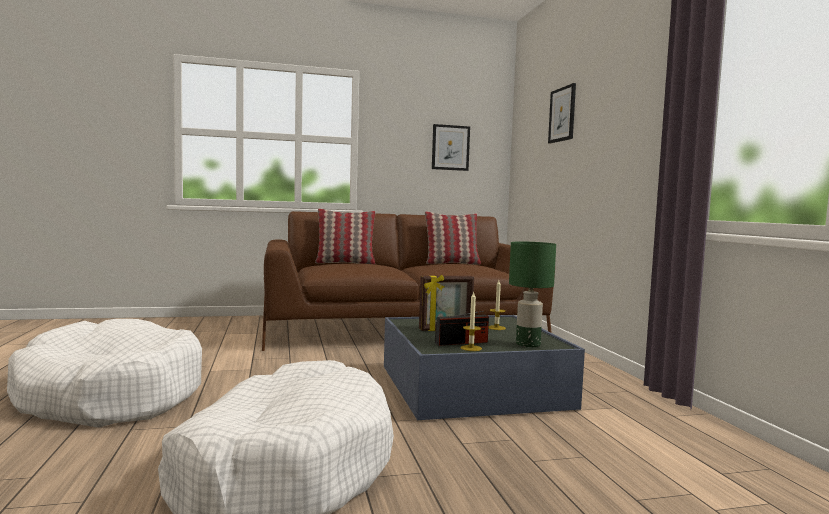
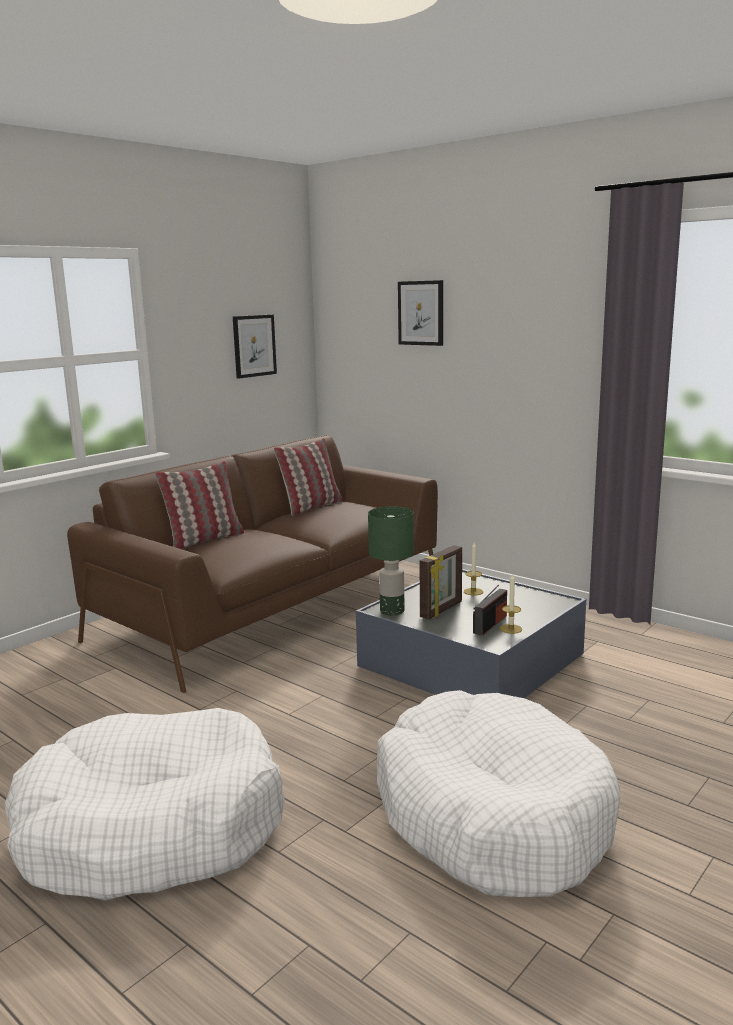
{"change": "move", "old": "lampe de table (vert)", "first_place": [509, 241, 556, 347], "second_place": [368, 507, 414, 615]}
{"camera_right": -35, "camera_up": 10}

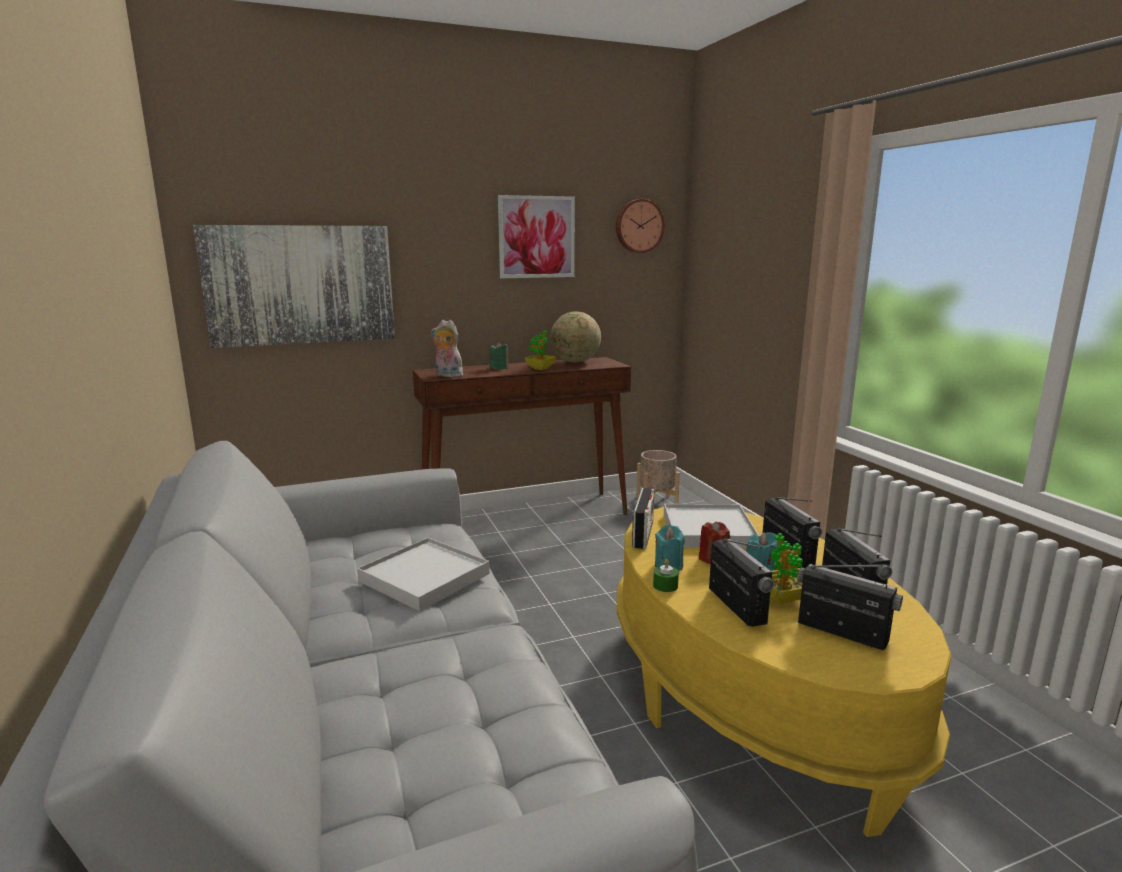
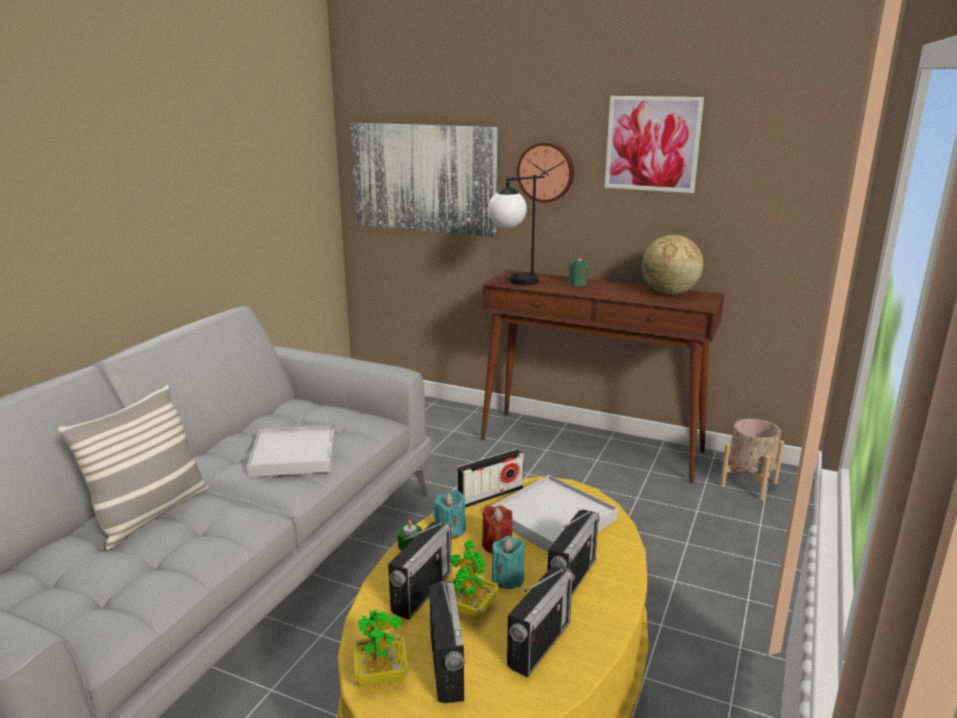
{"change": "move", "old": "horloge murale", "first_place": [616, 199, 665, 253], "second_place": [517, 142, 574, 203]}
{"change": "replace", "old": "peluche", "new": "lampe de table", "first_place": [431, 320, 463, 377], "second_place": [488, 175, 545, 285]}
{"change": "move", "old": "plante en pot", "first_place": [525, 330, 556, 370], "second_place": [353, 610, 409, 687]}
{"change": "insert", "new": "coussin", "second_place": [58, 385, 209, 550]}
{"camera_right": 45, "camera_up": 5}

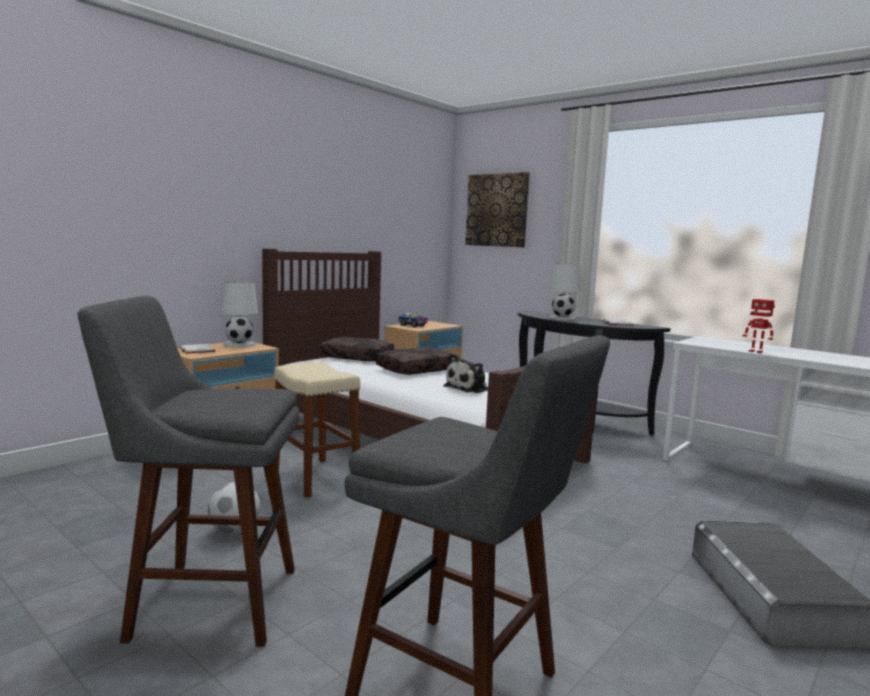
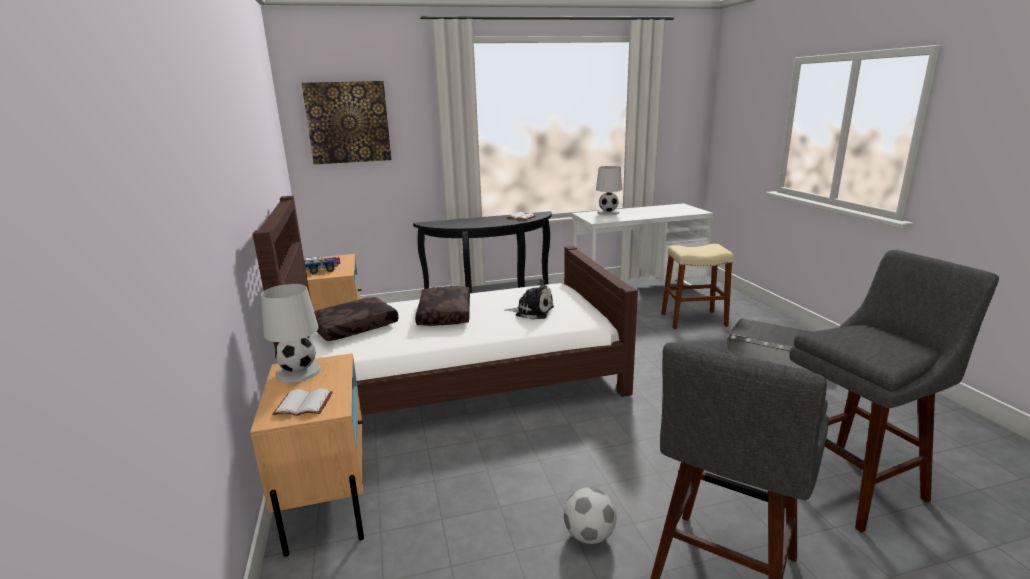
{"change": "move", "old": "lampe de table (blanc)", "first_place": [549, 264, 581, 320], "second_place": [596, 166, 622, 215]}
{"change": "delete", "old": "robot jouet", "first_place": [743, 299, 775, 353]}
{"change": "rotate", "old": "peluche", "first_place": [443, 353, 488, 393], "second_place": [504, 281, 554, 320], "degrees": -60}
{"change": "move", "old": "tabouret (beige)", "first_place": [274, 362, 360, 498], "second_place": [661, 244, 734, 329]}
{"camera_right": -55, "camera_up": 10}

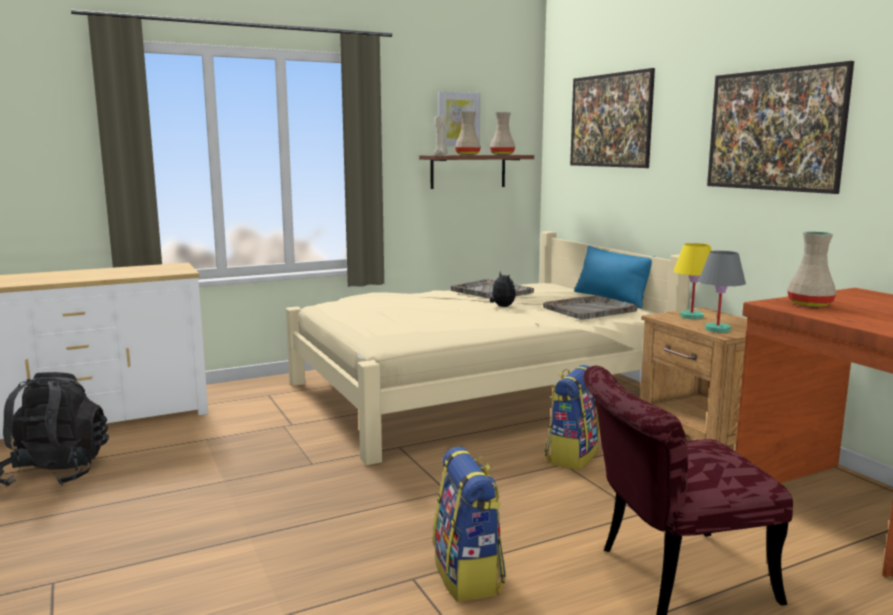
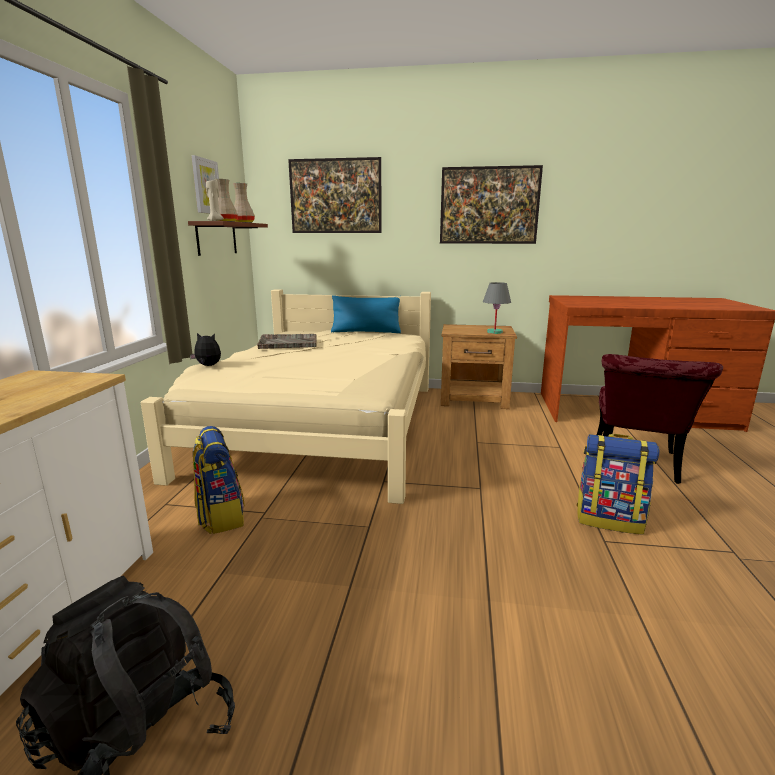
{"change": "delete", "old": "vase (beige)", "first_place": [787, 232, 836, 307]}
{"change": "delete", "old": "lampe de table (jaune)", "first_place": [673, 243, 712, 319]}
{"change": "move", "old": "peluche", "first_place": [490, 271, 516, 307], "second_place": [190, 333, 221, 366]}
{"change": "delete", "old": "plateau (gris)", "first_place": [543, 295, 638, 320]}
{"change": "move", "old": "sac à dos", "first_place": [545, 365, 600, 470], "second_place": [193, 426, 245, 534]}
{"camera_right": -55, "camera_up": 5}

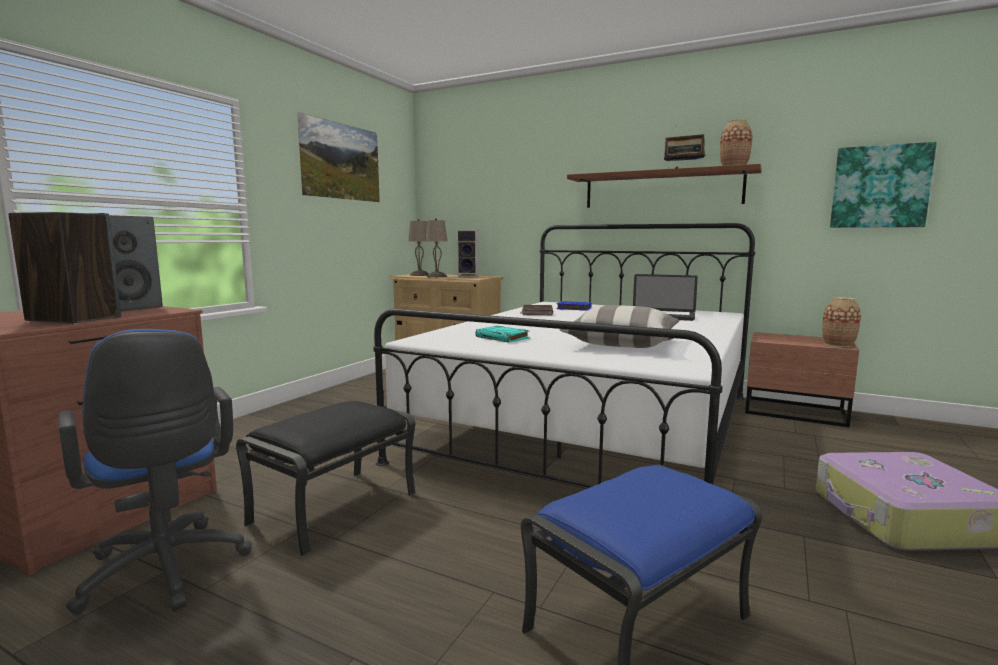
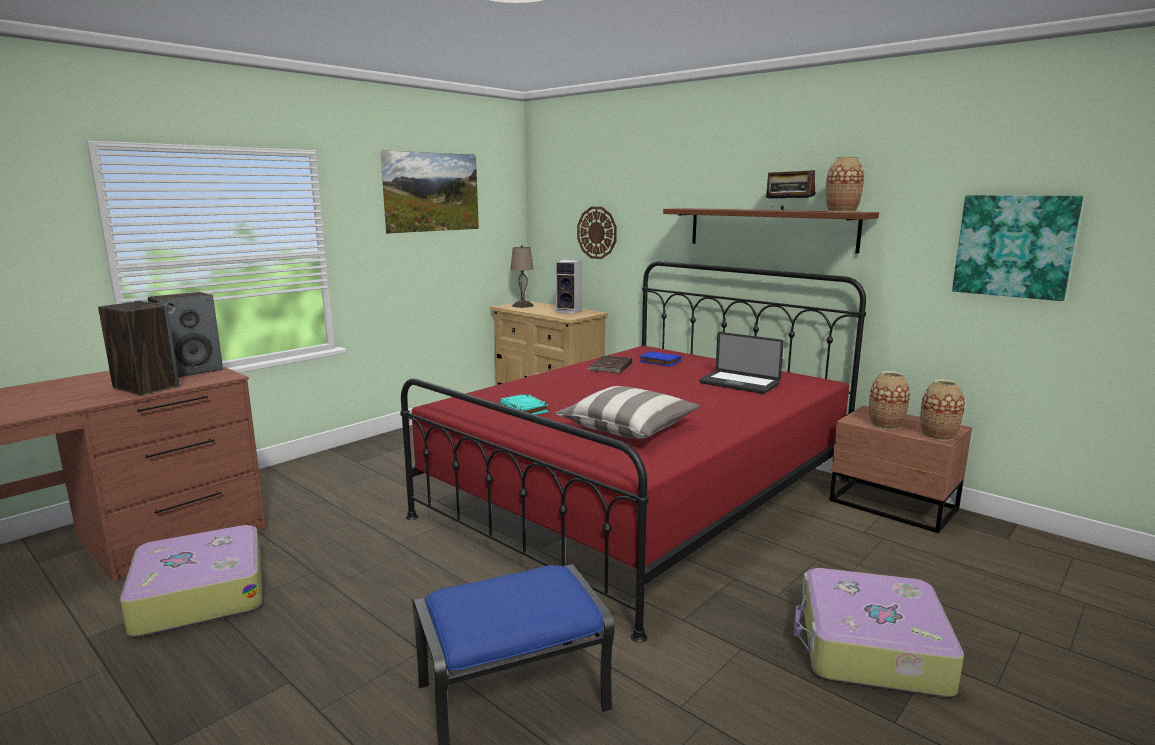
{"change": "delete", "old": "lampe de table (beige)", "first_place": [425, 218, 447, 278]}
{"change": "recolor", "old": "lit (blanc)", "new": "lit (rouge)", "first_place": [373, 223, 755, 488], "second_place": [400, 261, 866, 643]}
{"change": "replace", "old": "chaise de bureau (bleu)", "new": "valise", "first_place": [58, 329, 252, 614], "second_place": [120, 525, 262, 636]}
{"change": "delete", "old": "pouf (noir)", "first_place": [236, 401, 415, 556]}
{"change": "insert", "new": "horloge murale", "second_place": [577, 207, 617, 259]}
{"change": "insert", "new": "vase", "second_place": [869, 371, 910, 430]}
{"camera_right": 15, "camera_up": 5}

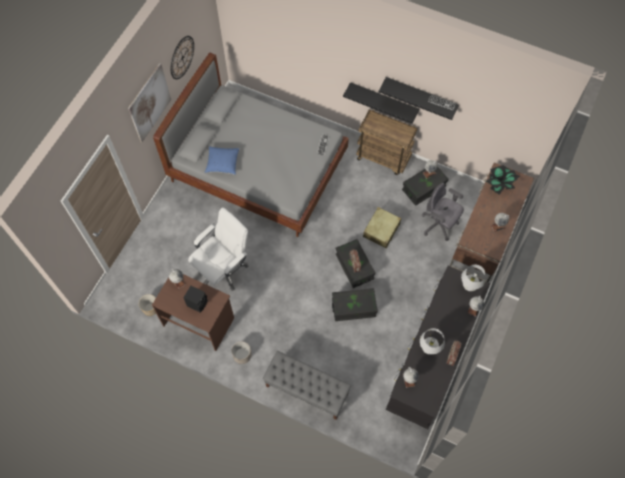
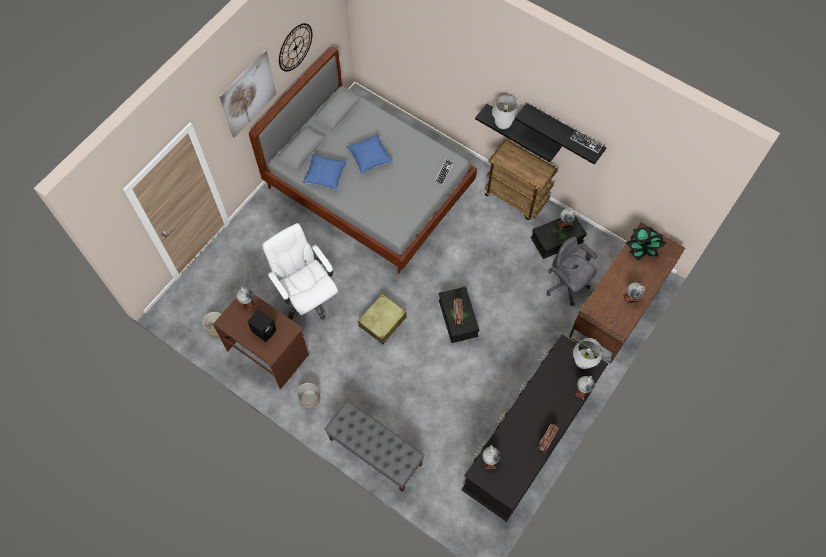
{"change": "rotate", "old": "chaise de bureau (blanc)", "first_place": [188, 207, 248, 291], "second_place": [262, 223, 338, 320], "degrees": -90}
{"change": "move", "old": "valise (beige)", "first_place": [363, 207, 401, 248], "second_place": [358, 294, 407, 345]}
{"change": "delete", "old": "boîte de rangement (noir)", "first_place": [332, 288, 378, 321]}
{"change": "move", "old": "lampe de table (blanc)", "first_place": [420, 328, 445, 355], "second_place": [492, 95, 518, 129]}
{"change": "insert", "new": "coussin (bleu)", "second_place": [346, 134, 393, 174]}
{"camera_right": 10, "camera_up": 0}

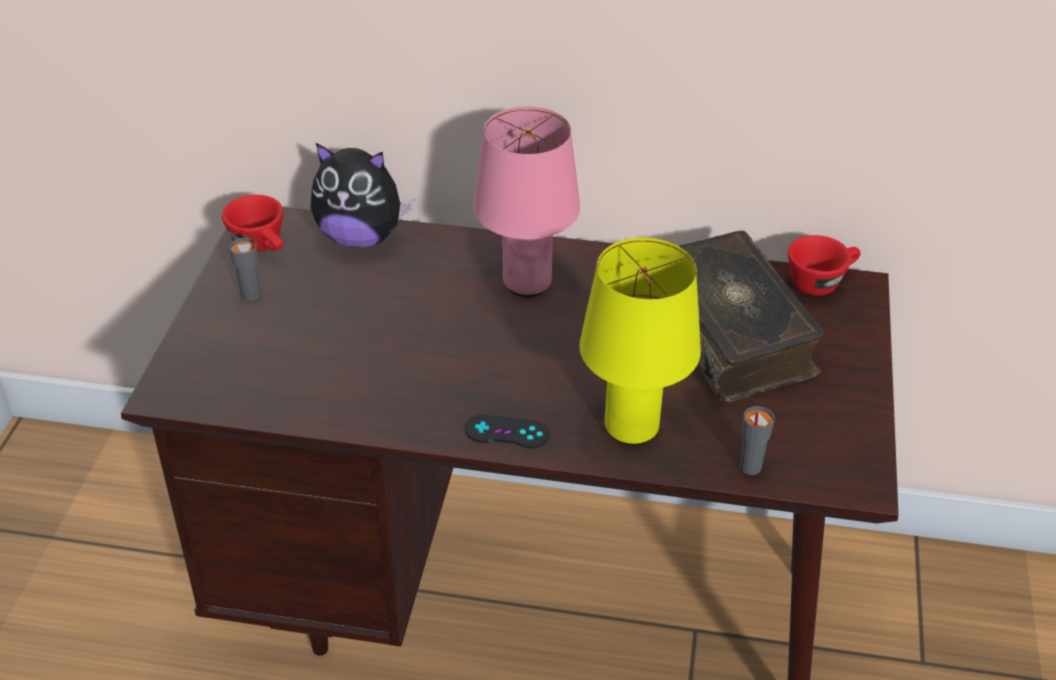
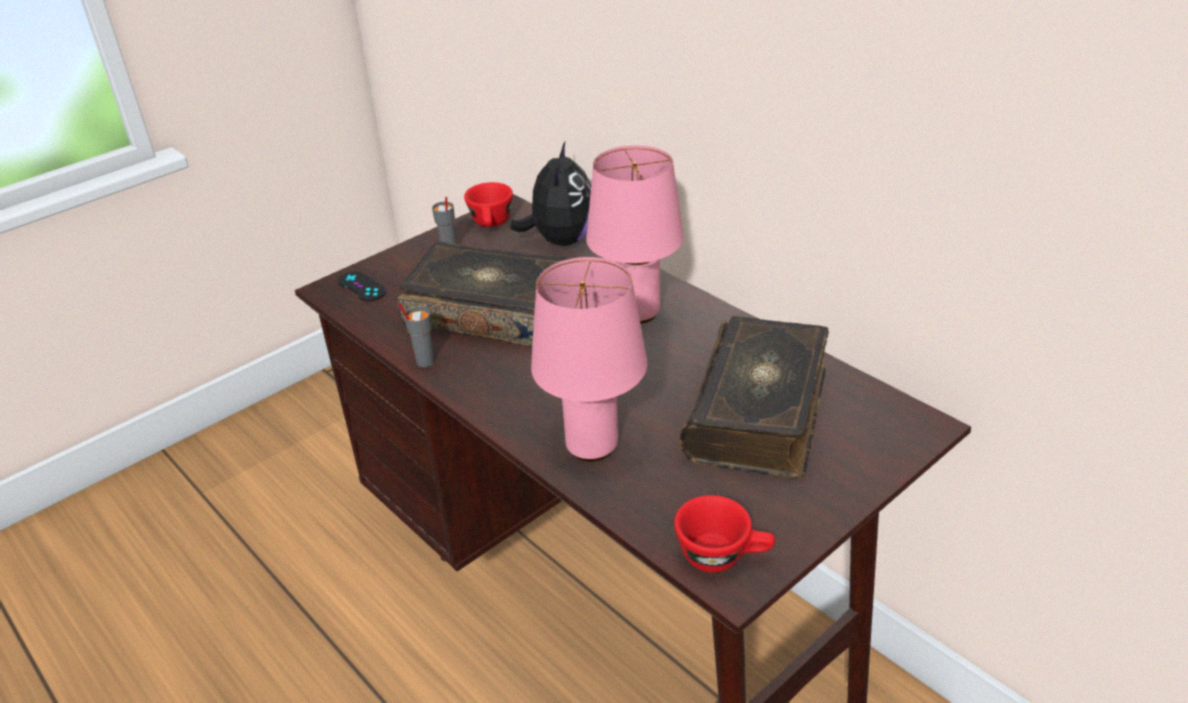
{"change": "rotate", "old": "peluche", "first_place": [311, 143, 414, 247], "second_place": [510, 142, 591, 246], "degrees": -135}
{"change": "move", "old": "tasse (rouge)", "first_place": [788, 235, 861, 296], "second_place": [674, 495, 775, 573]}
{"change": "recolor", "old": "lampe de table (jaune)", "new": "lampe de table (rose)", "first_place": [580, 238, 701, 446], "second_place": [531, 257, 647, 462]}
{"change": "move", "old": "tasse (gris)", "first_place": [740, 406, 775, 475], "second_place": [398, 303, 435, 367]}
{"change": "move", "old": "manette (noir)", "first_place": [465, 415, 549, 448], "second_place": [338, 271, 386, 301]}
{"change": "insert", "new": "livre", "second_place": [397, 241, 571, 347]}
{"camera_right": 40, "camera_up": -5}

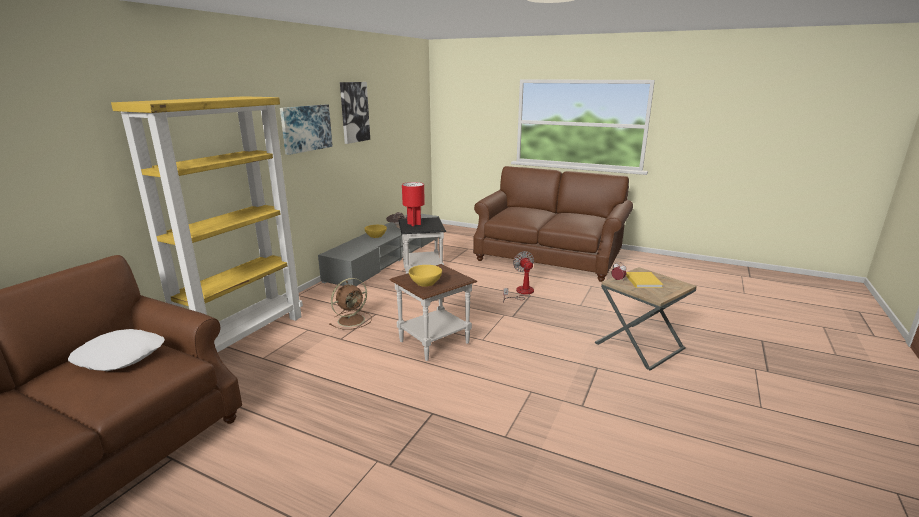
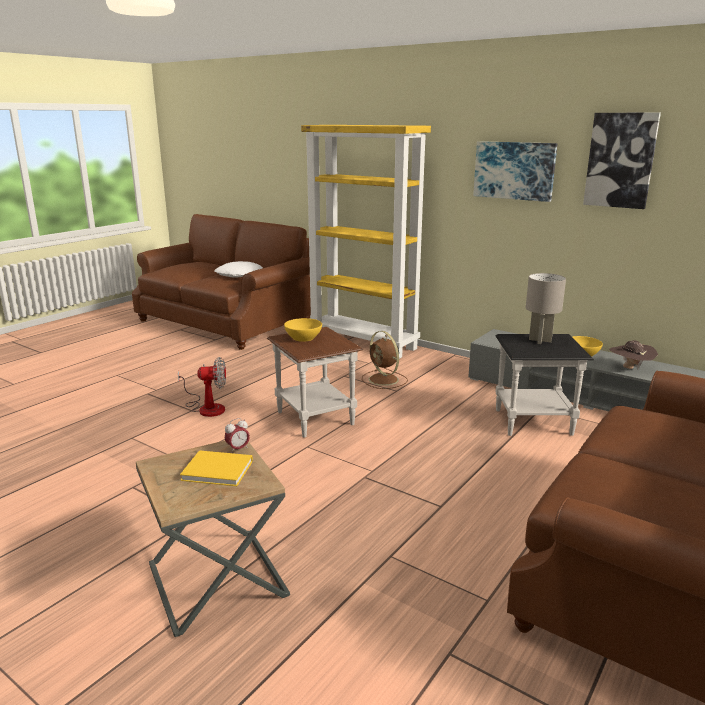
{"change": "recolor", "old": "lampe de table (rouge)", "new": "lampe de table (gris)", "first_place": [402, 182, 425, 226], "second_place": [526, 273, 566, 344]}
{"change": "move", "old": "ventilateur", "first_place": [503, 251, 534, 303], "second_place": [178, 357, 226, 417]}
{"camera_right": 100, "camera_up": 0}

